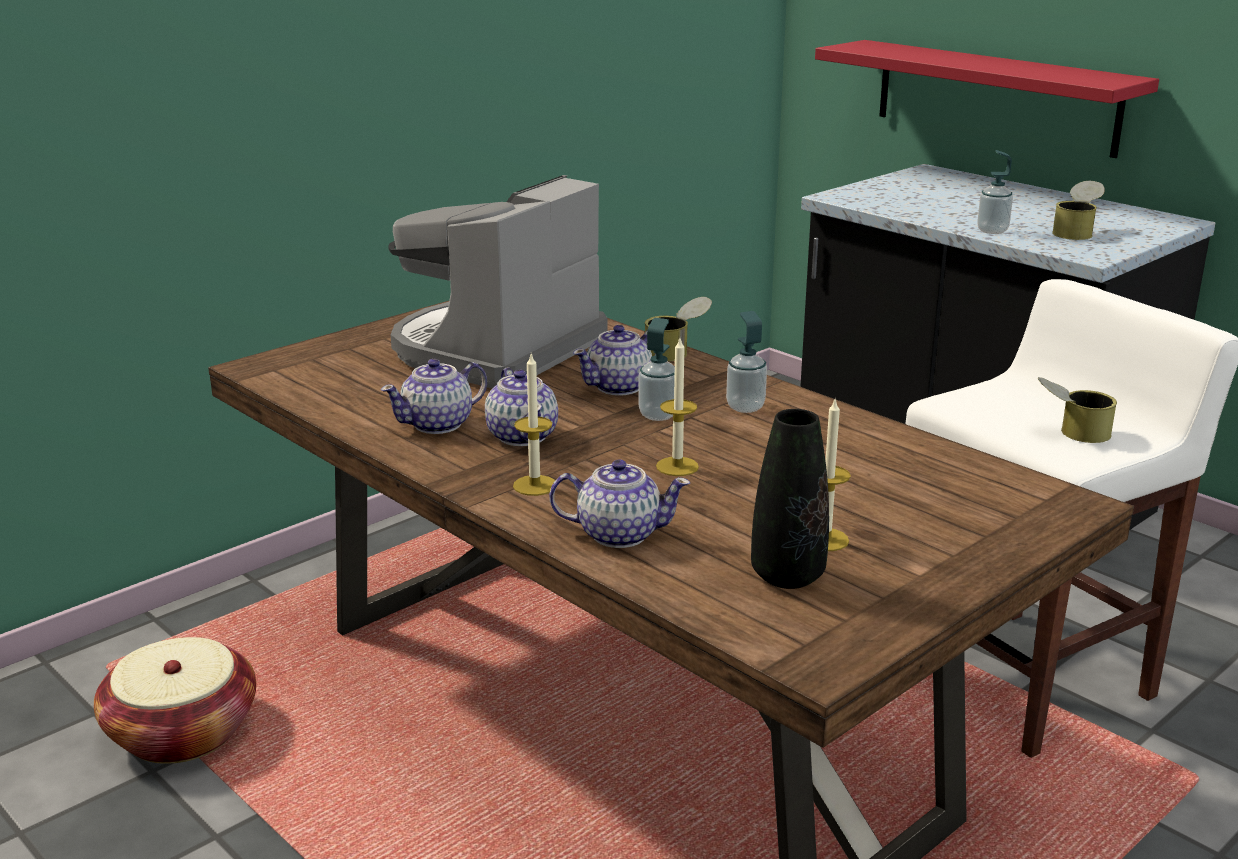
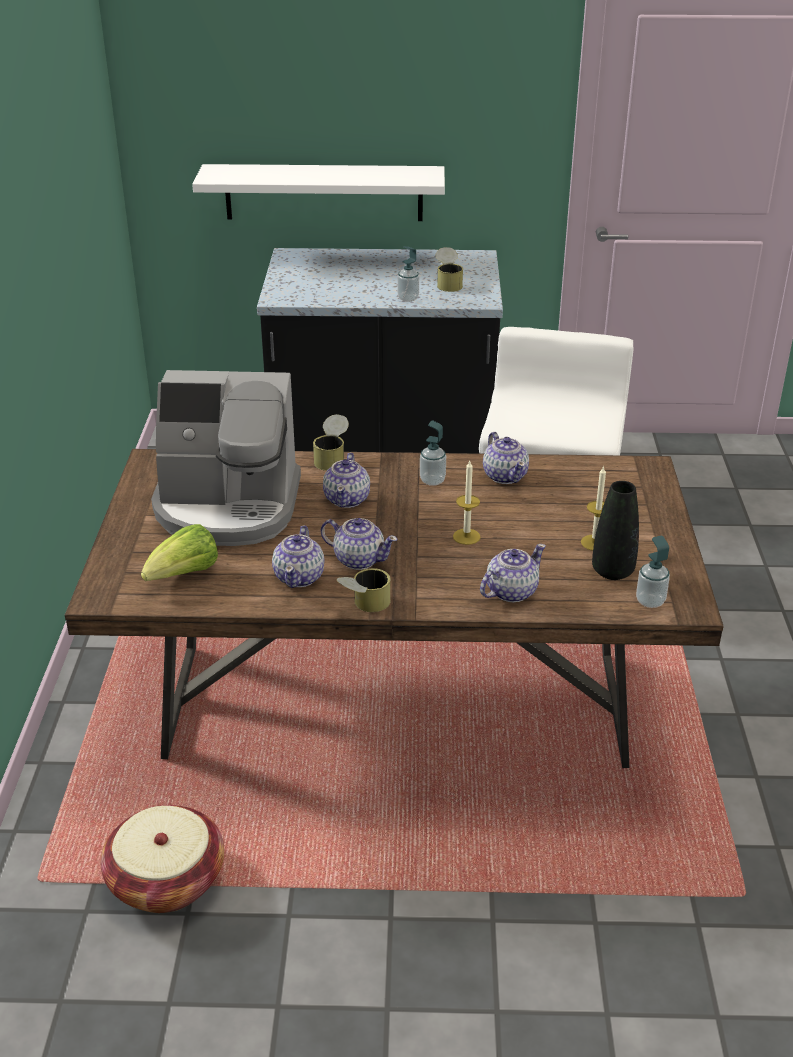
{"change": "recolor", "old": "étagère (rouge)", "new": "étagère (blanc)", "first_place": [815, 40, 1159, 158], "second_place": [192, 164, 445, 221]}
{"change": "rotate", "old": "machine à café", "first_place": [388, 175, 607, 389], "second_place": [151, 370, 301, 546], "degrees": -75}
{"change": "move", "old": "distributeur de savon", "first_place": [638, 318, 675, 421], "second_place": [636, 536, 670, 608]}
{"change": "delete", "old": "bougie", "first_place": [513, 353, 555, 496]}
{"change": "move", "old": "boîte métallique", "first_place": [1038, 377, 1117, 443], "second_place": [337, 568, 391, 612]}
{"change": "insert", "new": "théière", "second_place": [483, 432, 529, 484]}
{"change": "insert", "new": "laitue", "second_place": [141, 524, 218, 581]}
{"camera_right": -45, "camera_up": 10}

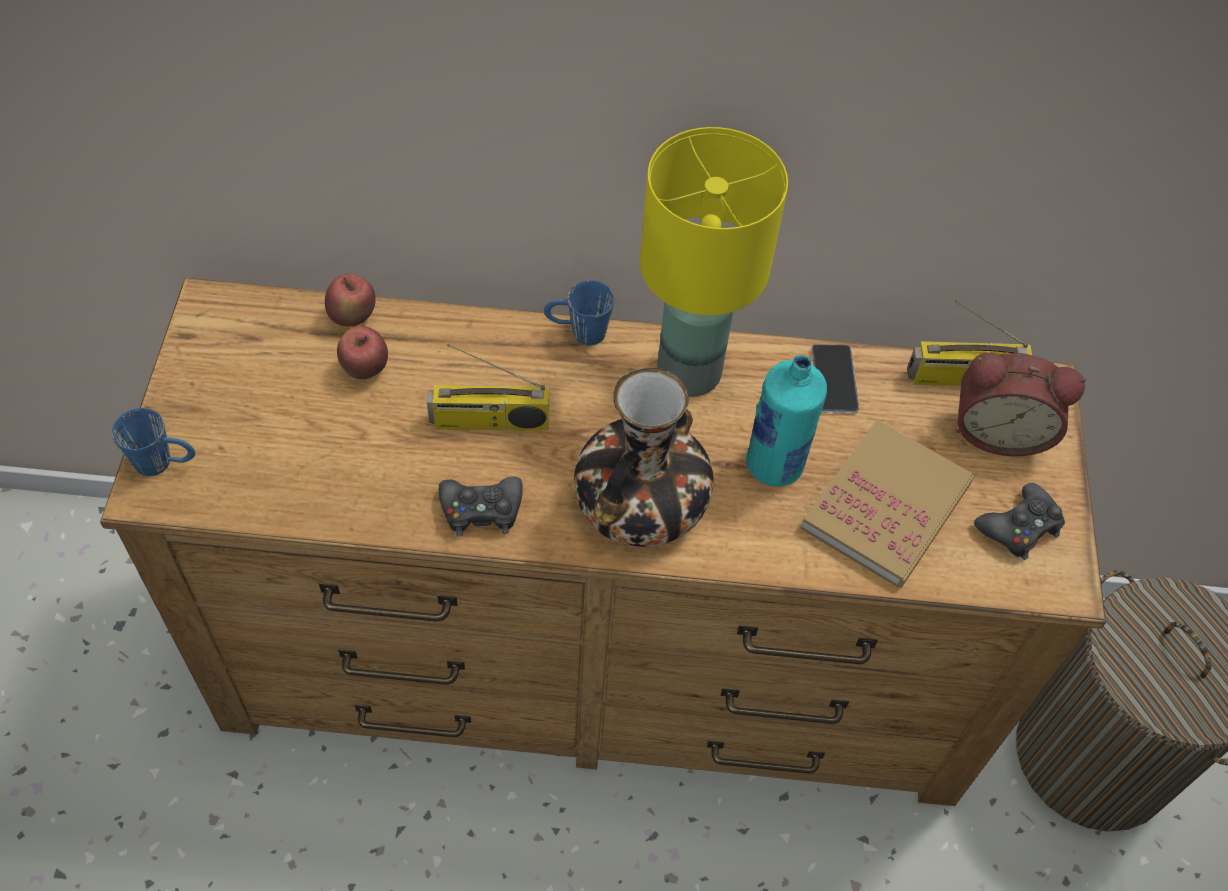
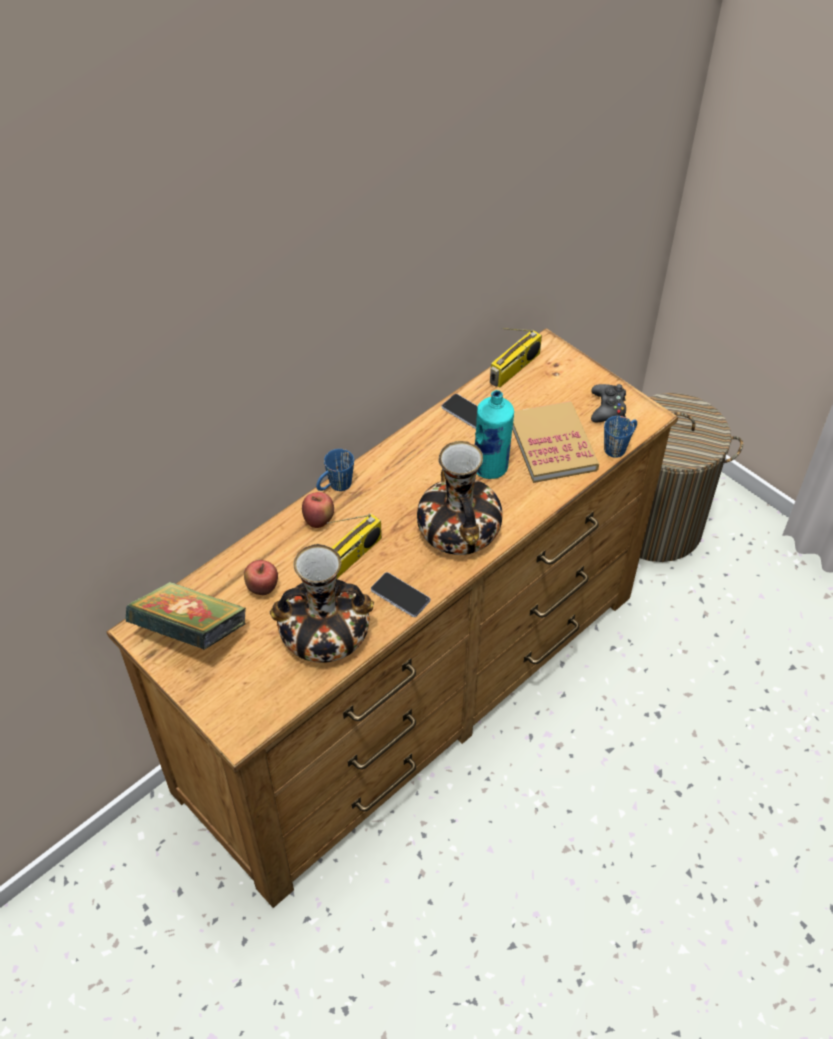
{"change": "delete", "old": "lampe de table (jaune)", "first_place": [640, 127, 788, 397]}
{"change": "move", "old": "pomme", "first_place": [325, 274, 376, 327], "second_place": [302, 492, 334, 528]}
{"change": "delete", "old": "réveil", "first_place": [956, 352, 1086, 456]}
{"change": "move", "old": "mug (bleu)", "first_place": [112, 408, 195, 476], "second_place": [604, 416, 637, 458]}
{"change": "replace", "old": "manette (noir)", "new": "téléphone", "first_place": [439, 477, 523, 537], "second_place": [371, 572, 430, 617]}
{"change": "insert", "new": "vase", "second_place": [270, 544, 374, 663]}
{"change": "insert", "new": "livre", "second_place": [126, 582, 246, 650]}
{"camera_right": -45, "camera_up": -5}

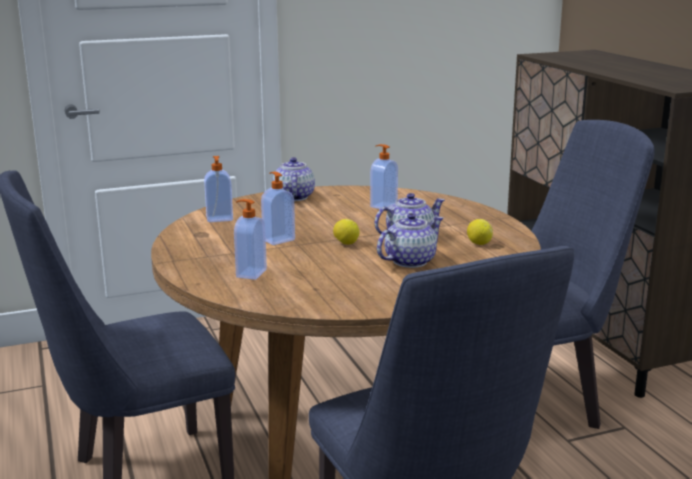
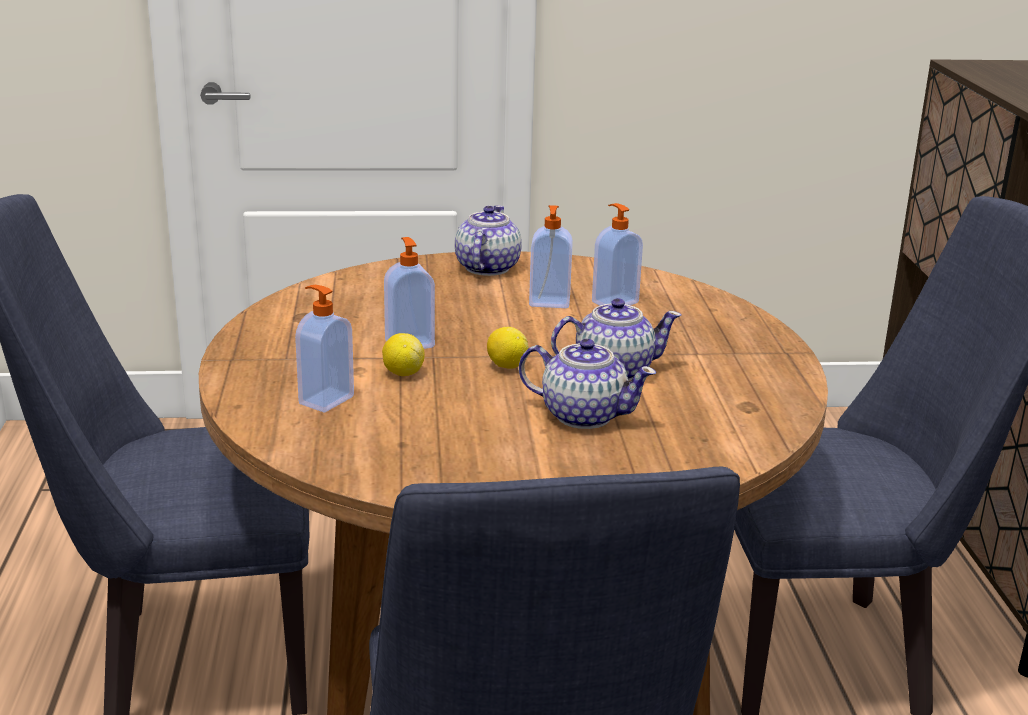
{"change": "move", "old": "distributeur de savon", "first_place": [204, 156, 233, 222], "second_place": [529, 205, 573, 308]}
{"change": "rotate", "old": "théière", "first_place": [377, 213, 443, 268], "second_place": [519, 339, 656, 429], "degrees": 45}
{"change": "move", "old": "citron", "first_place": [467, 219, 493, 245], "second_place": [382, 333, 425, 376]}
{"camera_right": 15, "camera_up": 5}

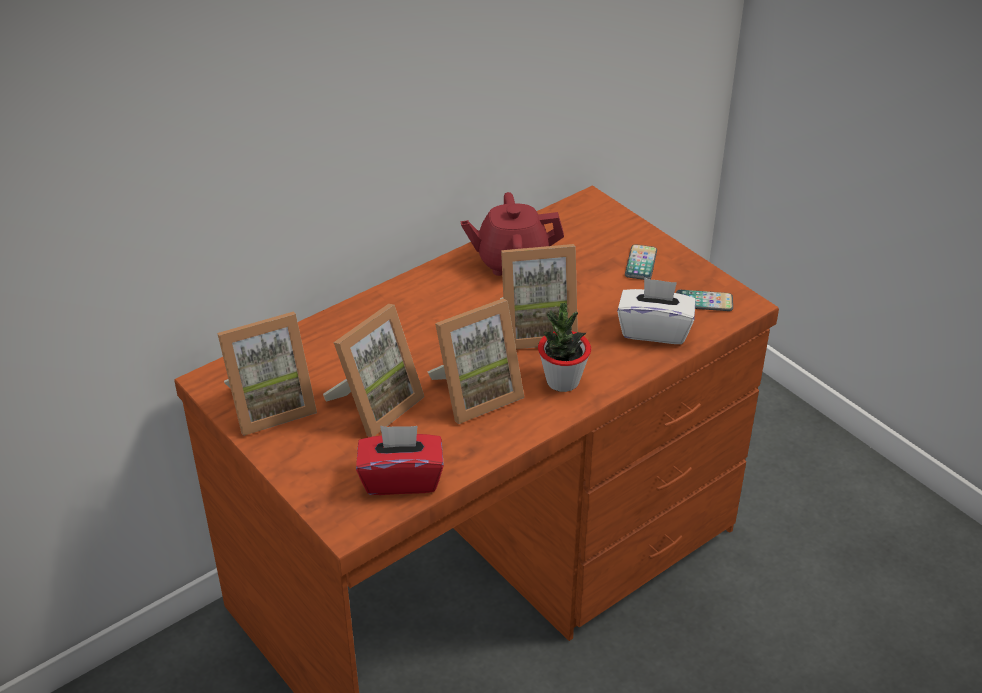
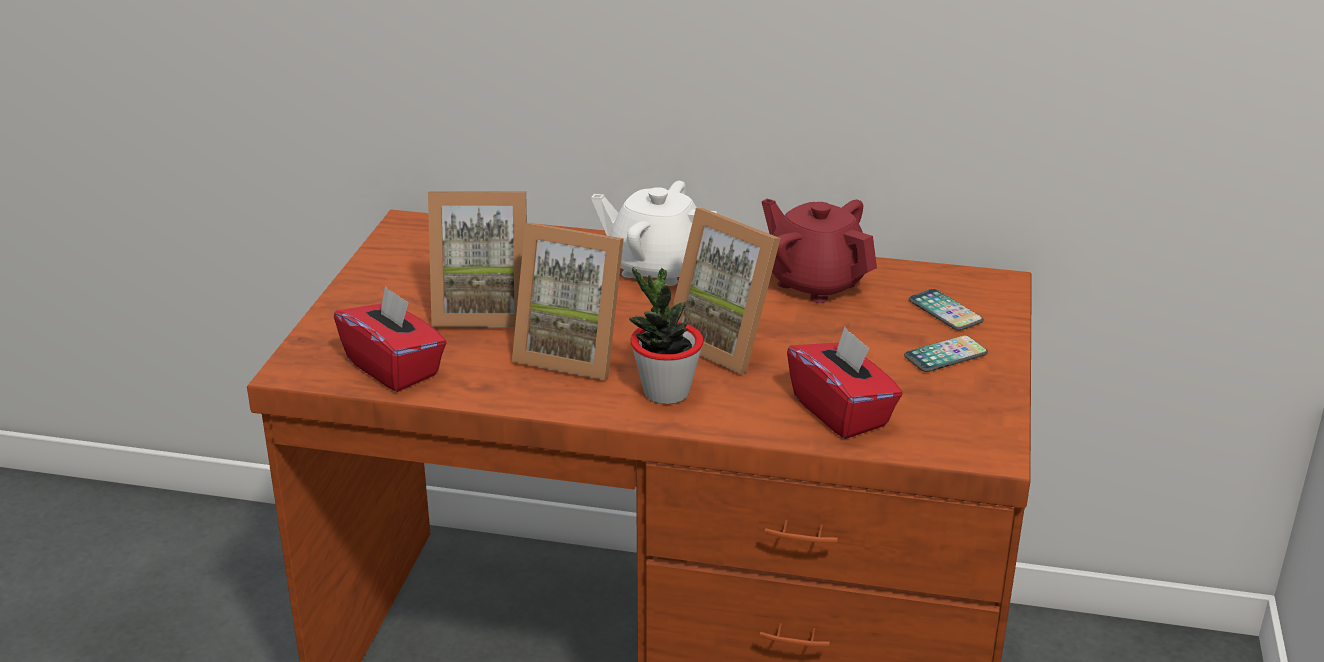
{"change": "recolor", "old": "boîte à mouchoirs (blanc)", "new": "boîte à mouchoirs (rouge)", "first_place": [617, 277, 696, 344], "second_place": [787, 327, 903, 439]}
{"change": "move", "old": "téléphone", "first_place": [676, 290, 733, 311], "second_place": [909, 289, 984, 331]}
{"change": "delete", "old": "cadre photo", "first_place": [217, 312, 317, 436]}
{"change": "insert", "new": "théière (blanc)", "second_place": [591, 181, 717, 286]}
{"camera_right": 50, "camera_up": -10}

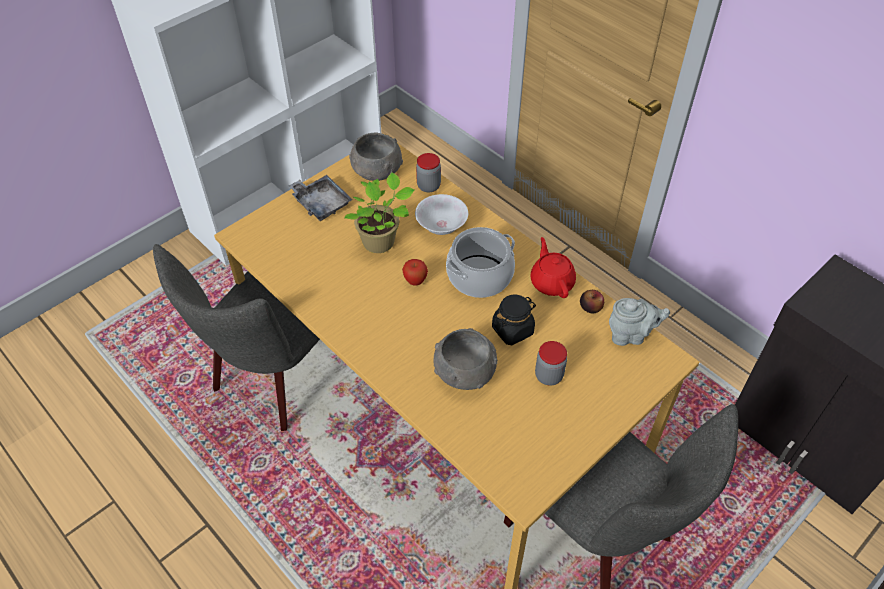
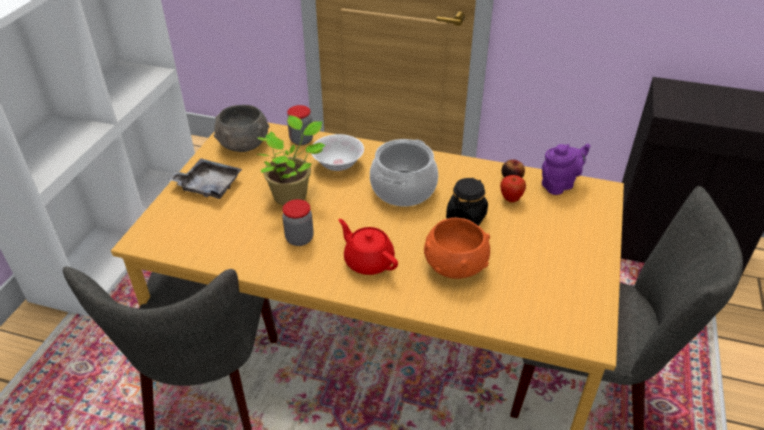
{"change": "move", "old": "théière (rouge)", "first_place": [530, 237, 576, 298], "second_place": [339, 219, 398, 275]}
{"change": "move", "old": "pomme", "first_place": [402, 259, 428, 286], "second_place": [500, 175, 526, 202]}
{"change": "recolor", "old": "théière (gris)", "new": "théière (violet)", "first_place": [609, 298, 670, 346], "second_place": [542, 144, 590, 195]}
{"change": "recolor", "old": "bol (gris)", "new": "bol (orange)", "first_place": [433, 328, 498, 390], "second_place": [424, 218, 490, 279]}
{"change": "move", "old": "bocal", "first_place": [535, 341, 567, 386], "second_place": [282, 199, 314, 246]}
{"camera_right": -30, "camera_up": -10}

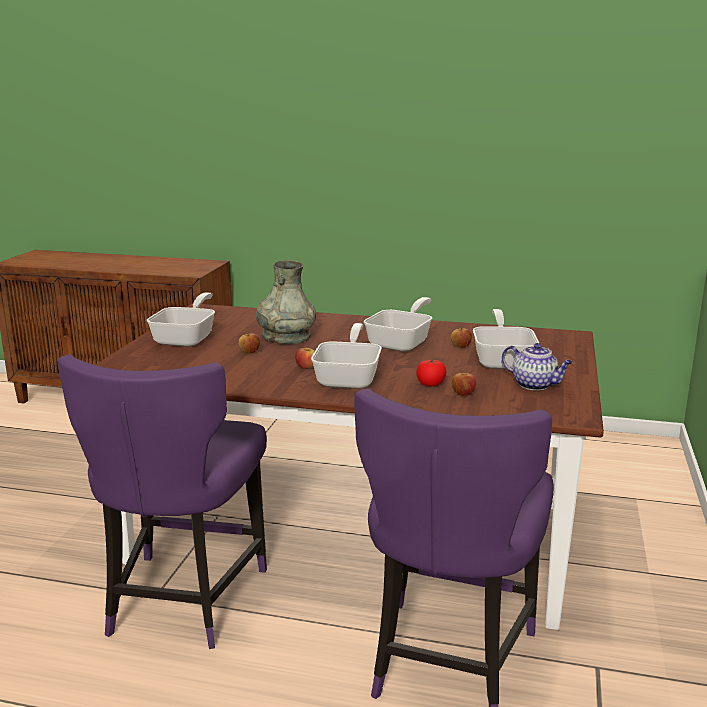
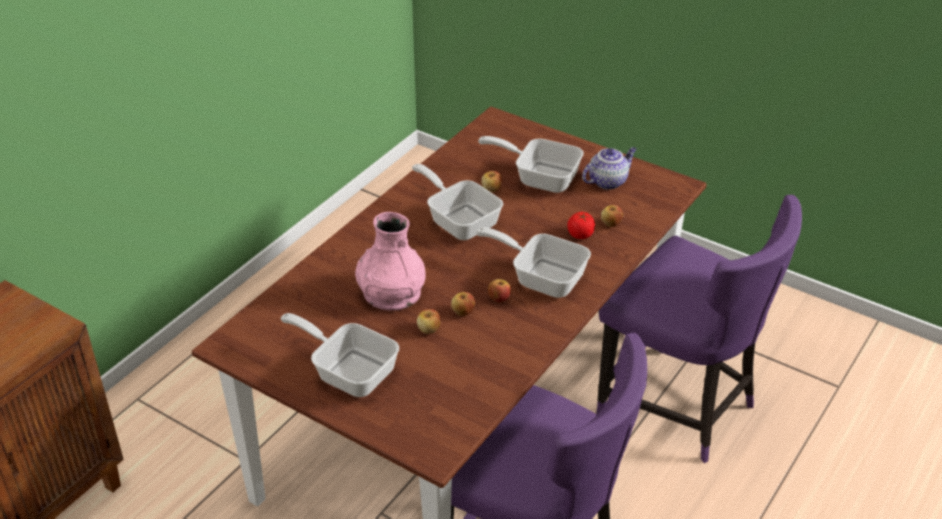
{"change": "recolor", "old": "vase (gris)", "new": "vase (rose)", "first_place": [256, 260, 316, 344], "second_place": [355, 212, 426, 311]}
{"change": "insert", "new": "pomme", "second_place": [451, 292, 475, 316]}
{"camera_right": -70, "camera_up": 20}

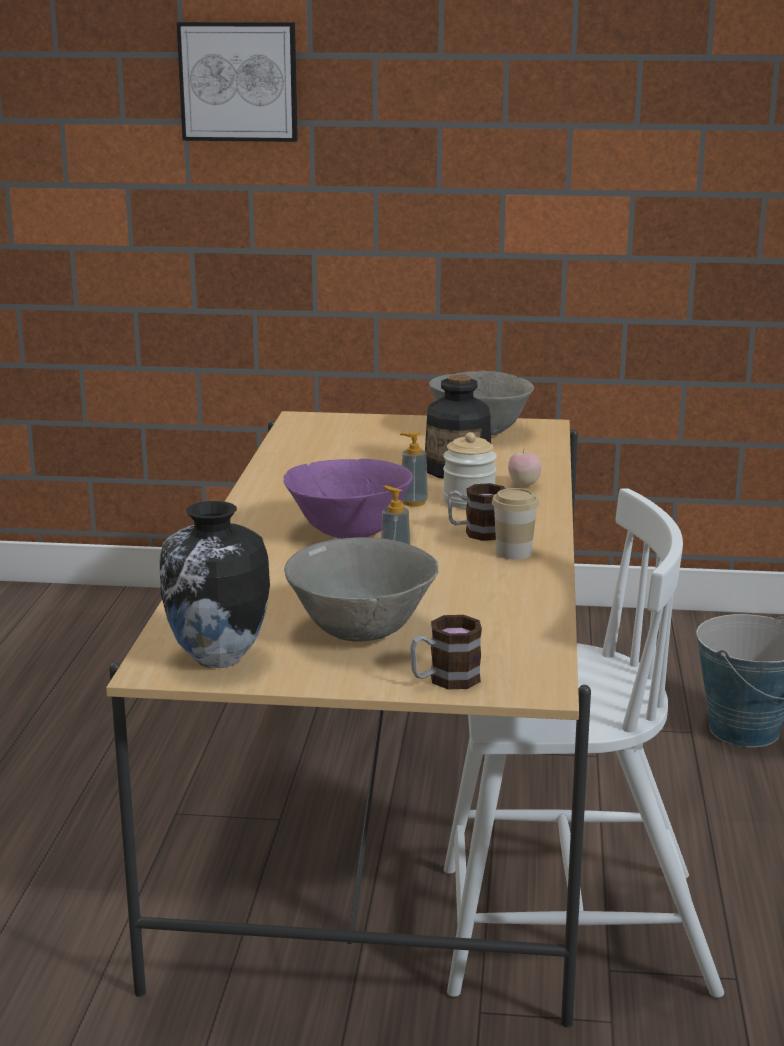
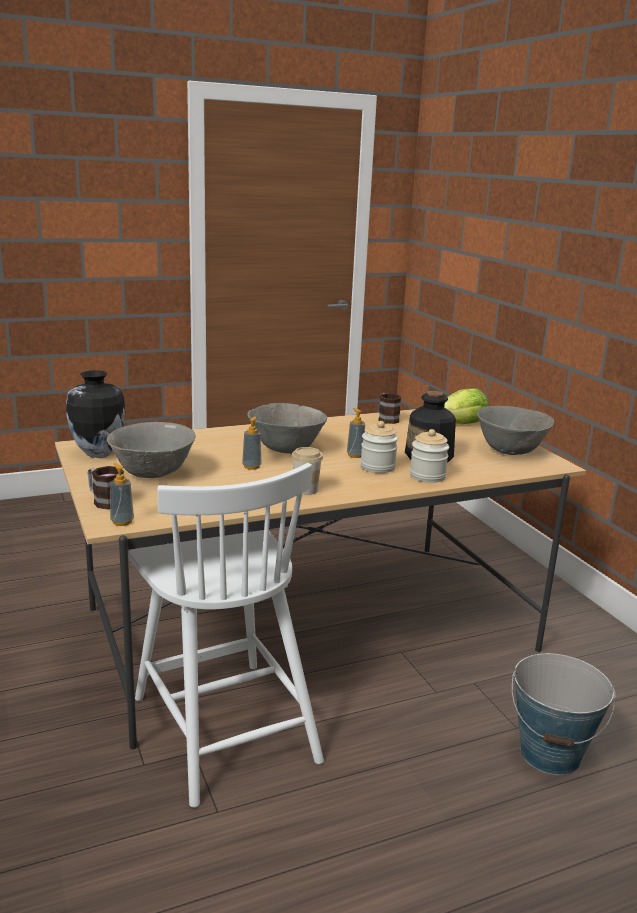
{"change": "delete", "old": "tableau", "first_place": [177, 22, 298, 142]}
{"change": "replace", "old": "pomme", "new": "bocal", "first_place": [508, 450, 541, 487], "second_place": [410, 429, 449, 483]}
{"change": "recolor", "old": "bol (violet)", "new": "bol (gris)", "first_place": [283, 459, 413, 539], "second_place": [247, 403, 327, 453]}
{"change": "move", "old": "mug", "first_place": [448, 483, 506, 541], "second_place": [378, 393, 401, 424]}
{"change": "insert", "new": "laitue", "second_place": [444, 388, 489, 425]}
{"change": "insert", "new": "distributeur de savon", "second_place": [110, 463, 134, 526]}
{"camera_right": 60, "camera_up": 0}

